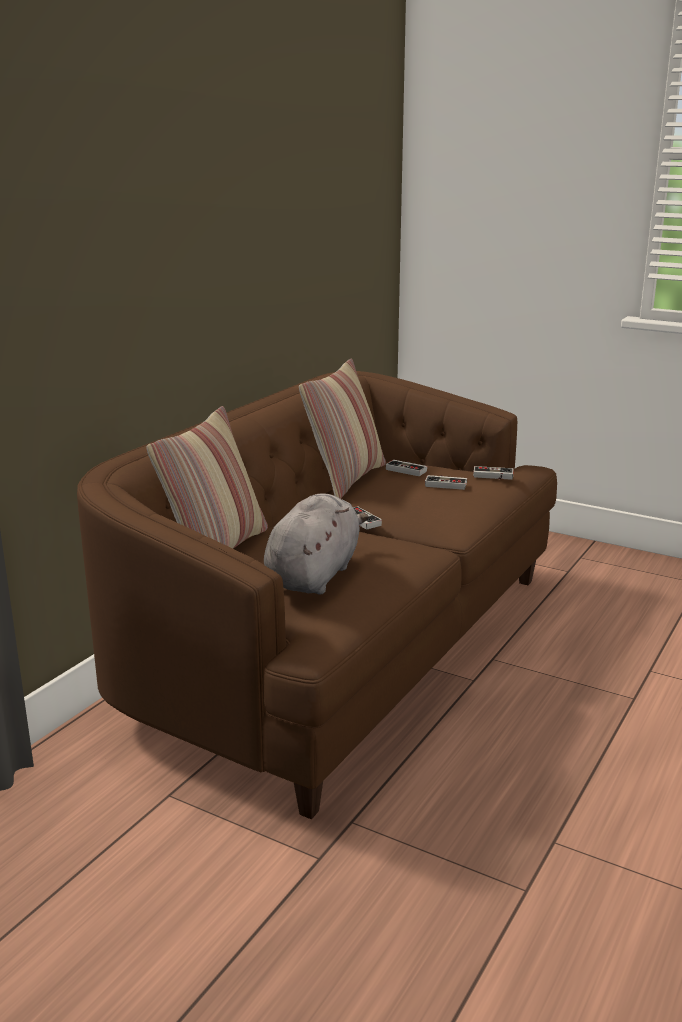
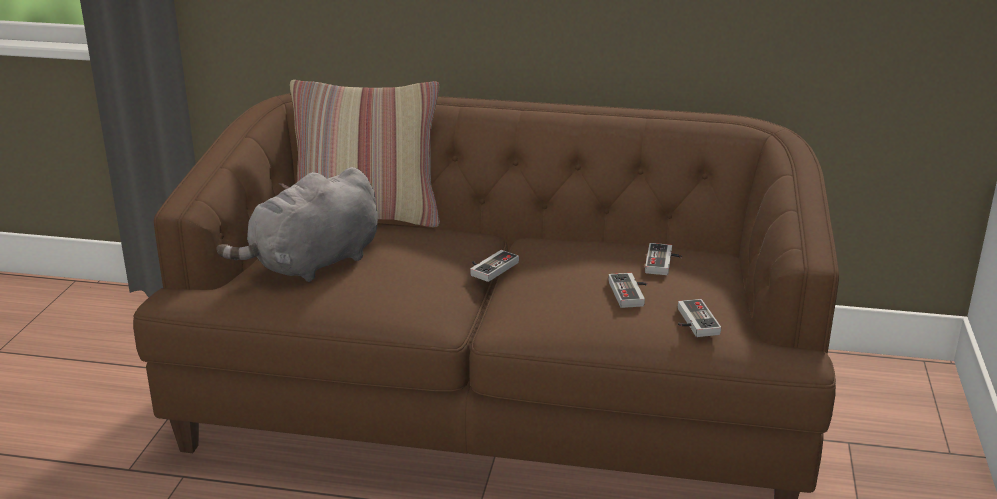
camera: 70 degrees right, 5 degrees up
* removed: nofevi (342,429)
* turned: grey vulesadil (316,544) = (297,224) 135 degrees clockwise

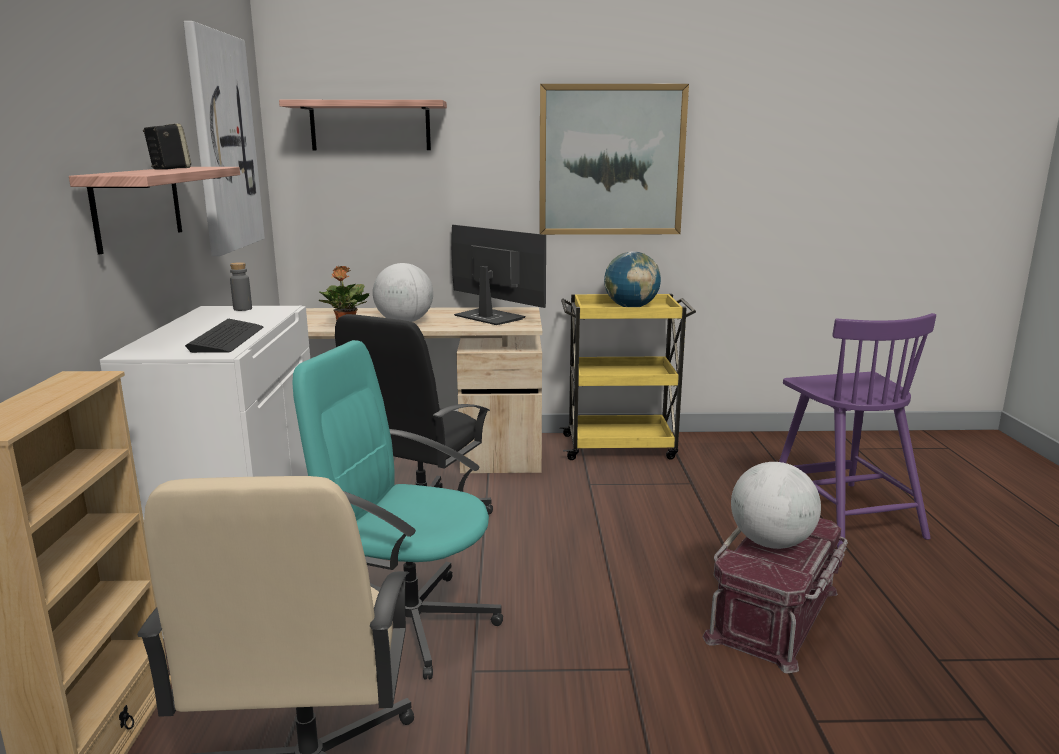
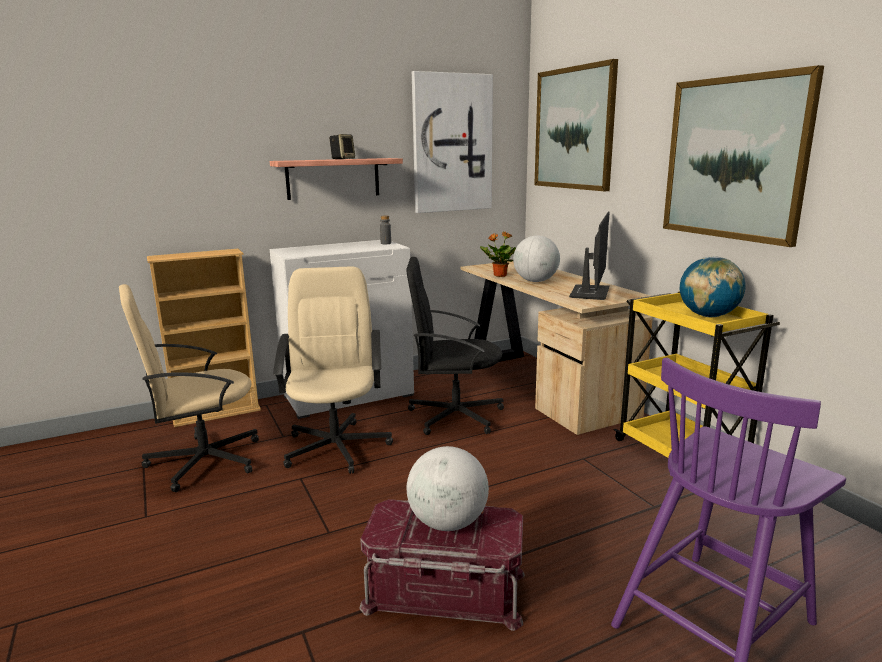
camera: 65 degrees right, 0 degrees up
* removed: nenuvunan (224,336)
* replaced: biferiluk (363,125) to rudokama (576,125)
* recoloured: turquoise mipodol (397,510) to beige mipodol (333,370)

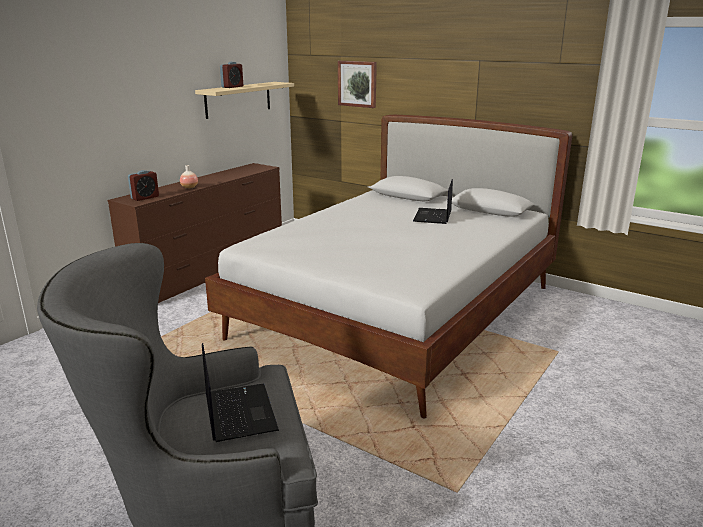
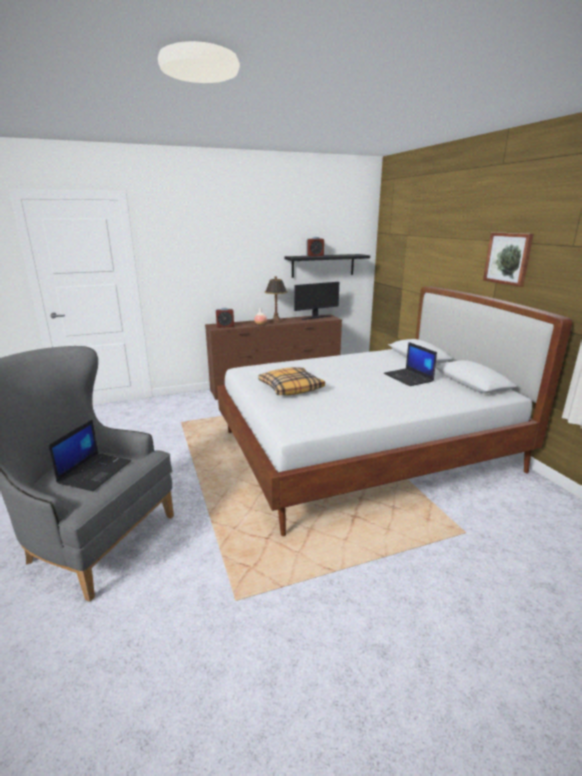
camera: 35 degrees right, 0 degrees up
* added: nofevi (291,381)
* added: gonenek (276,299)
* added: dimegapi (316,301)
* moved: rudokama (357,84) to (508,259)
* recoloured: beige biferiluk (244,100) to black biferiluk (327,266)
* turned: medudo (433,201) = (410,364) 75 degrees counterclockwise

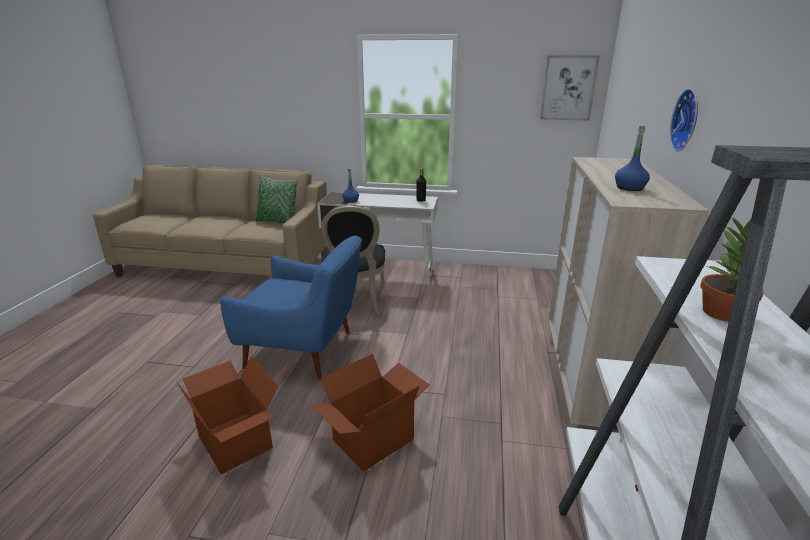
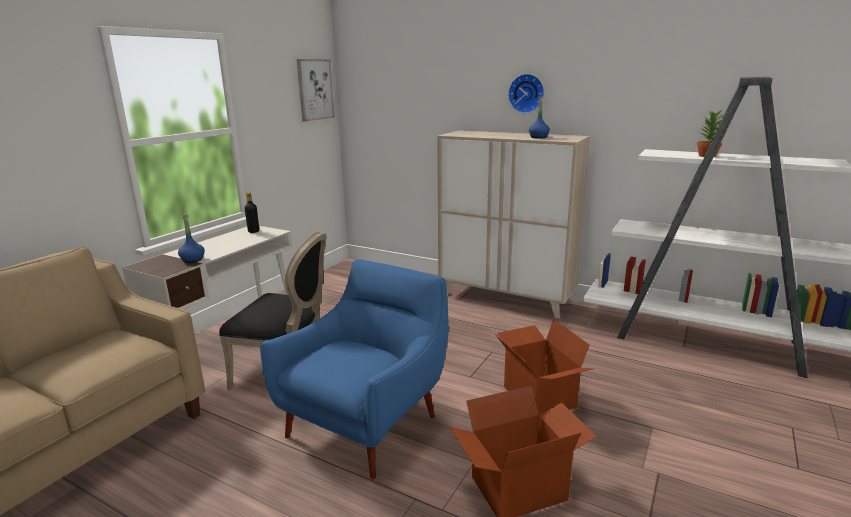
camera: 70 degrees left, 5 degrees down
* removed: green nofevi (276,199)

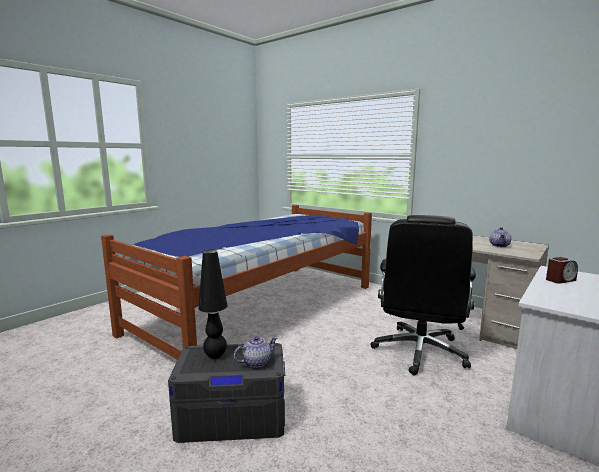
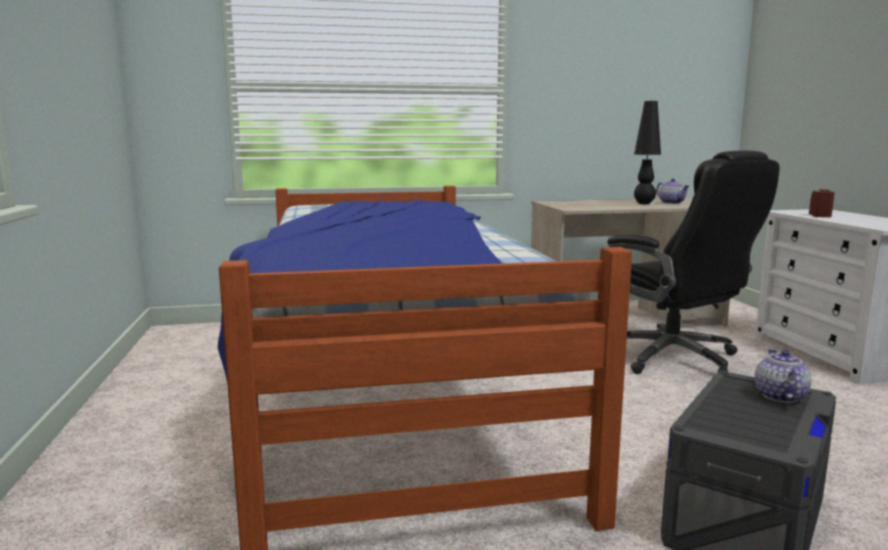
camera: 50 degrees left, 0 degrees up
* moved: black gonenek (213,304) to (647,152)

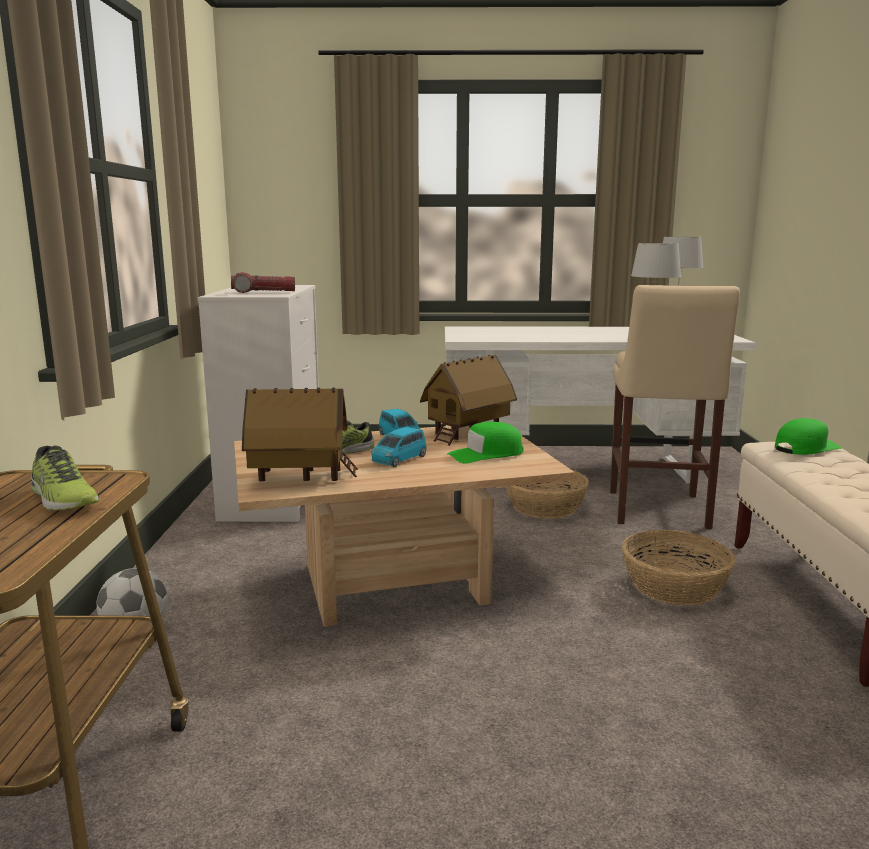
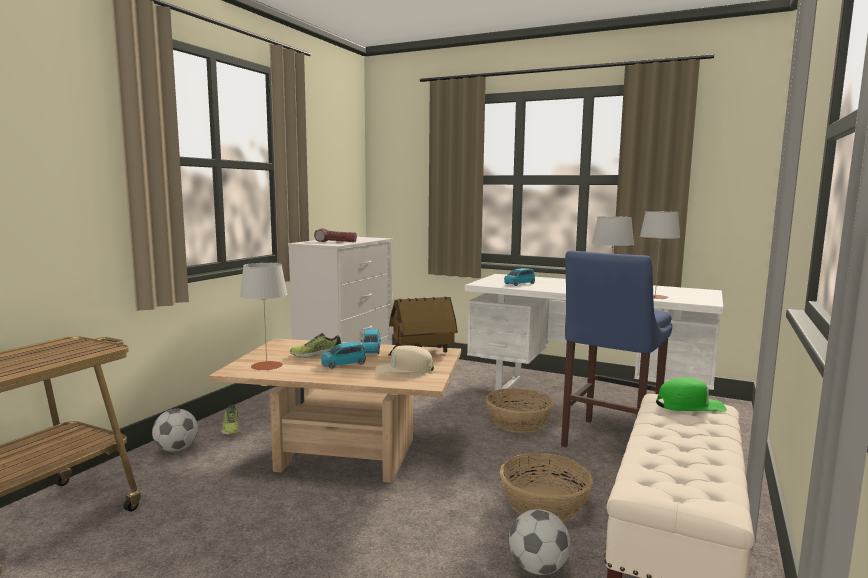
camera: 25 degrees right, 5 degrees down
* added: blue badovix (519,277)
* added: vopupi (539,542)
* moved: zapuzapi (65,478) to (230,419)
* replaced: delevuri (300,434) to grey gonenek (263,316)
* recoloured: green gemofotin (485,443) to beige gemofotin (405,359)
* recoloured: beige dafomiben (675,407) to blue dafomiben (616,349)

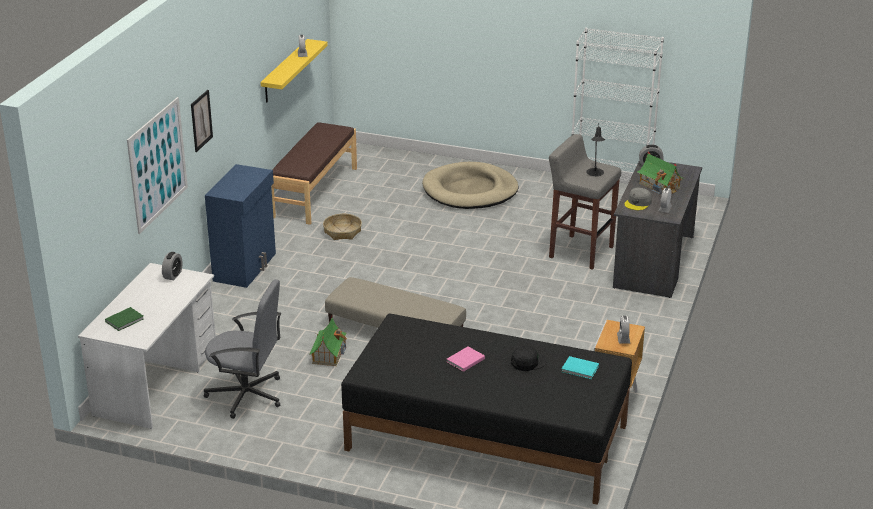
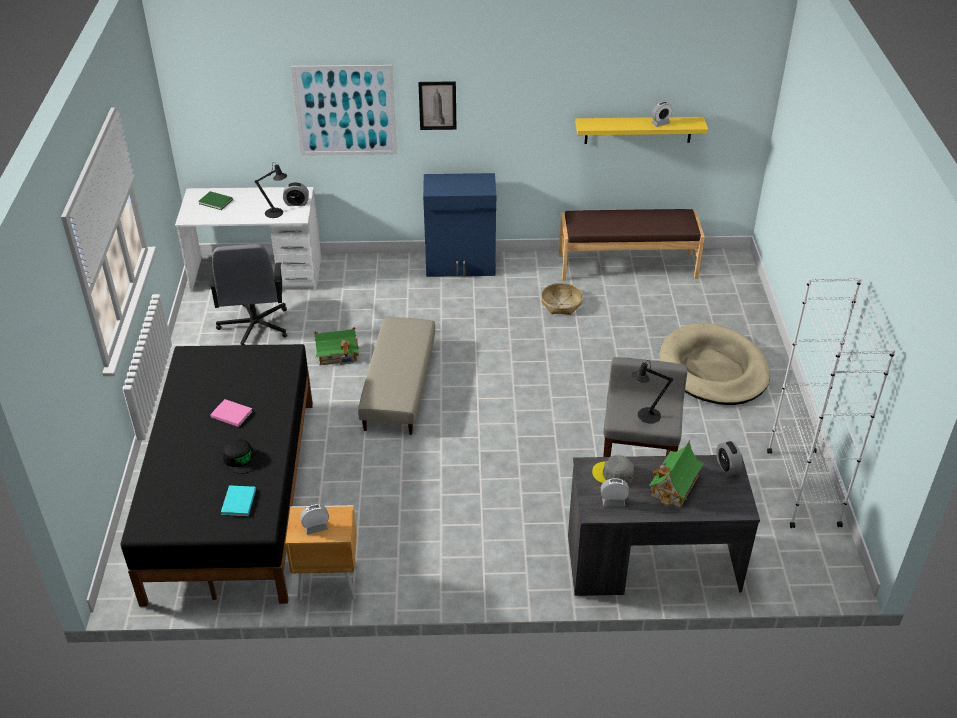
camera: 70 degrees right, 10 degrees up
* added: black gonenek (271,190)

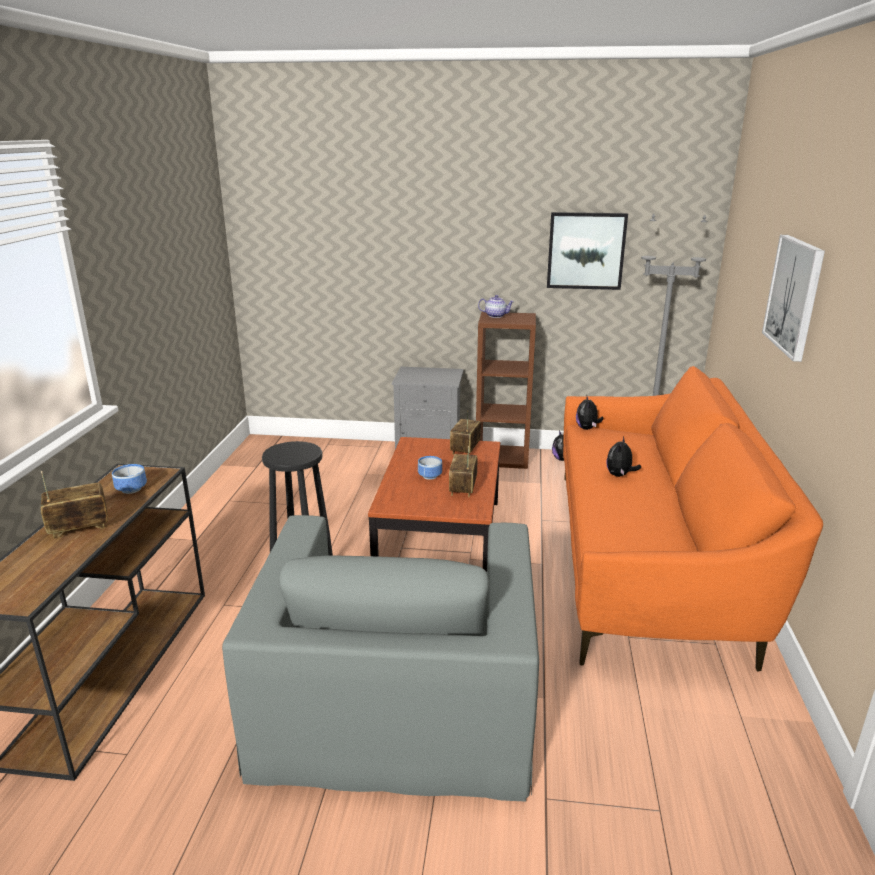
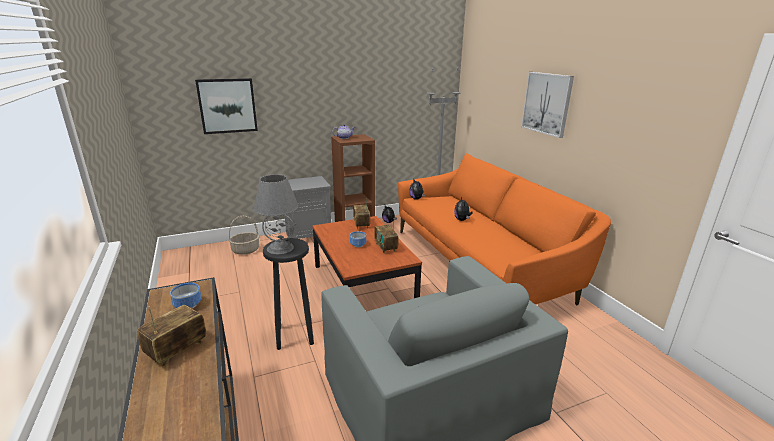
camera: 30 degrees left, 0 degrees up
* added: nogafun (244,235)
* added: grey gonenek (276,214)
* moved: rudokama (587,251) to (226,106)

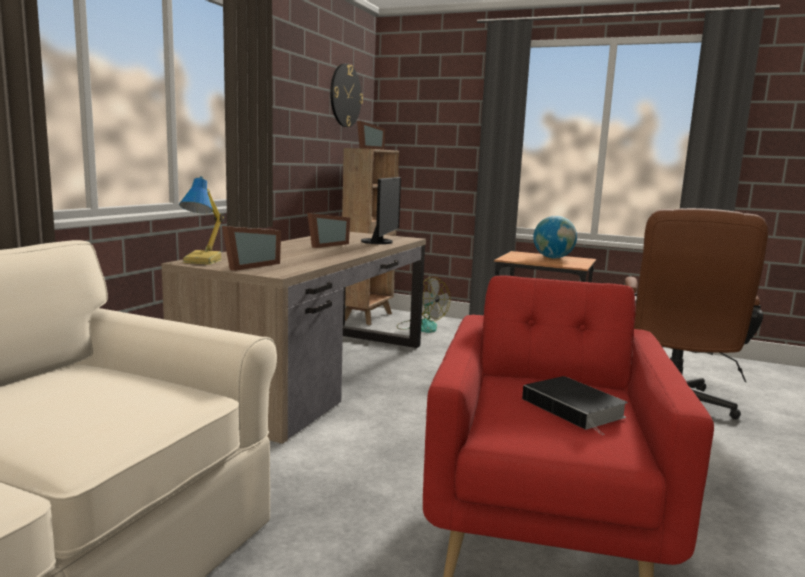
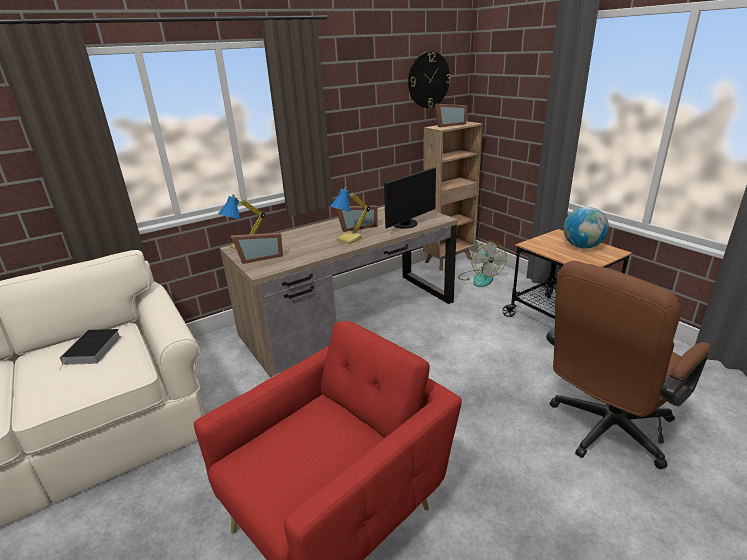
camera: 35 degrees right, 15 degrees up
* added: gonenek (350,216)
* moved: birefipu (575,405) to (90,350)

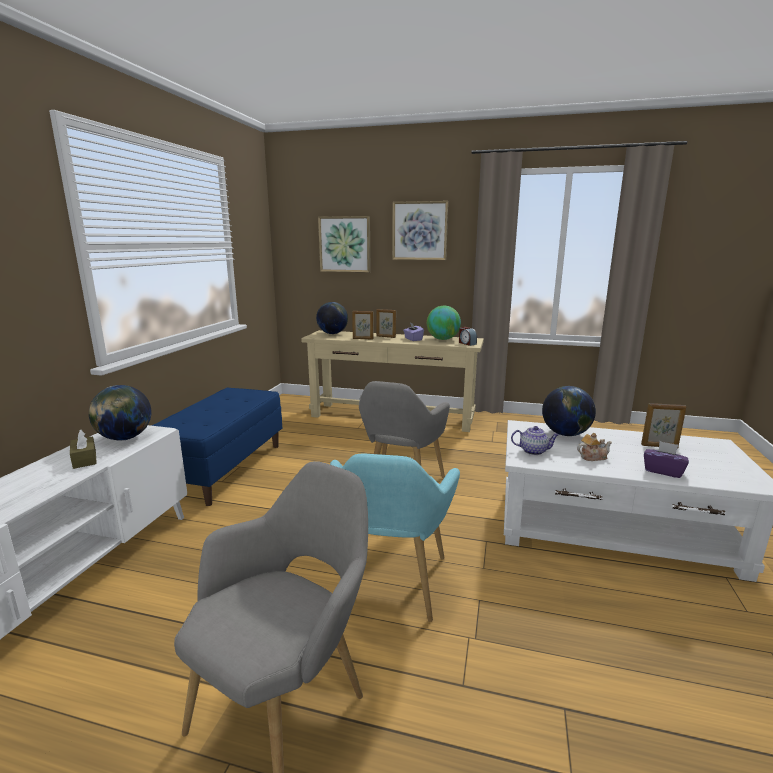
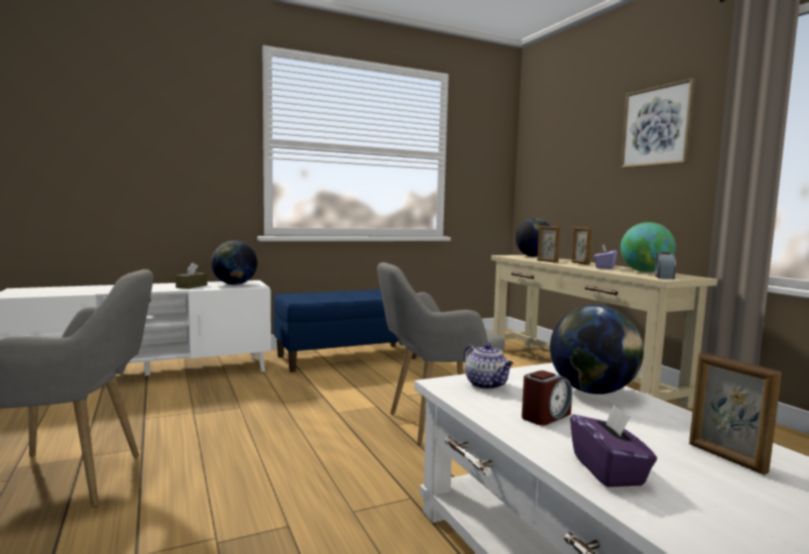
camera: 50 degrees right, 10 degrees down
* removed: rudokama (344,244)
* removed: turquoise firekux (395,538)
* replaced: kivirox (594,447) to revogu (547,398)

